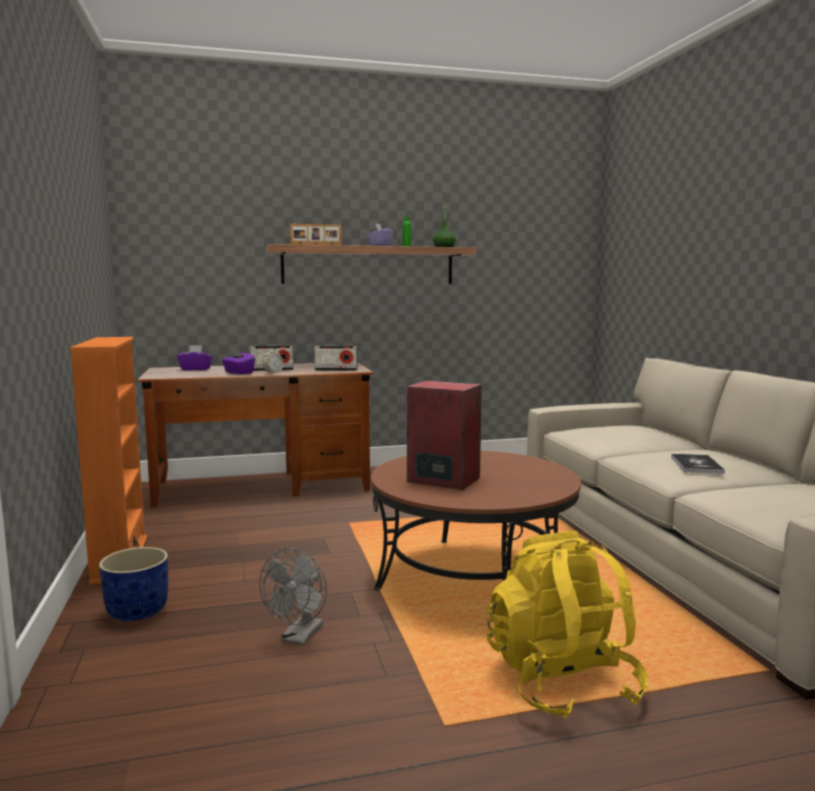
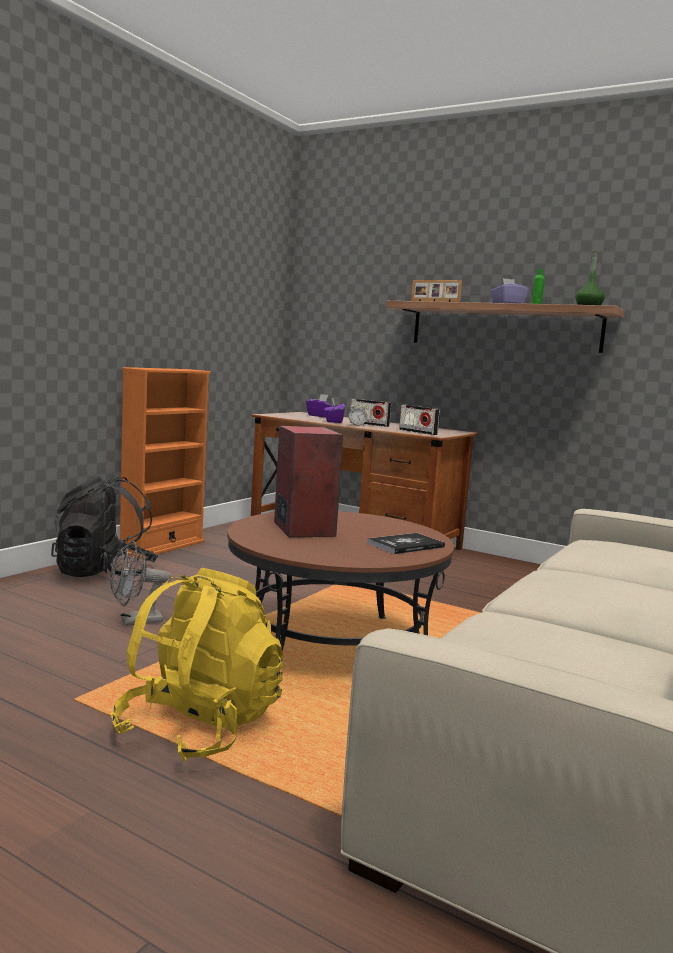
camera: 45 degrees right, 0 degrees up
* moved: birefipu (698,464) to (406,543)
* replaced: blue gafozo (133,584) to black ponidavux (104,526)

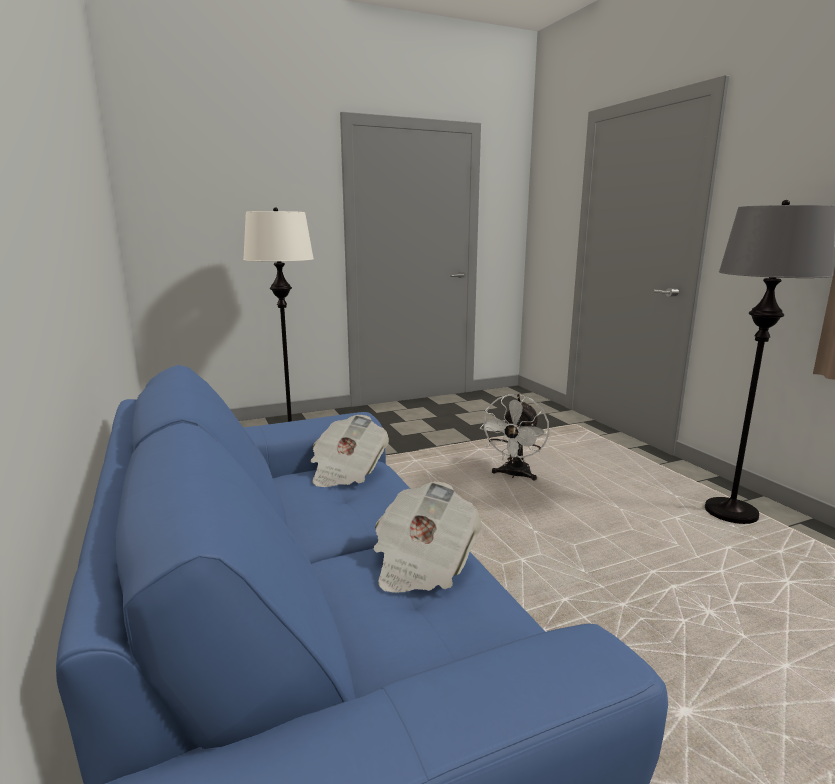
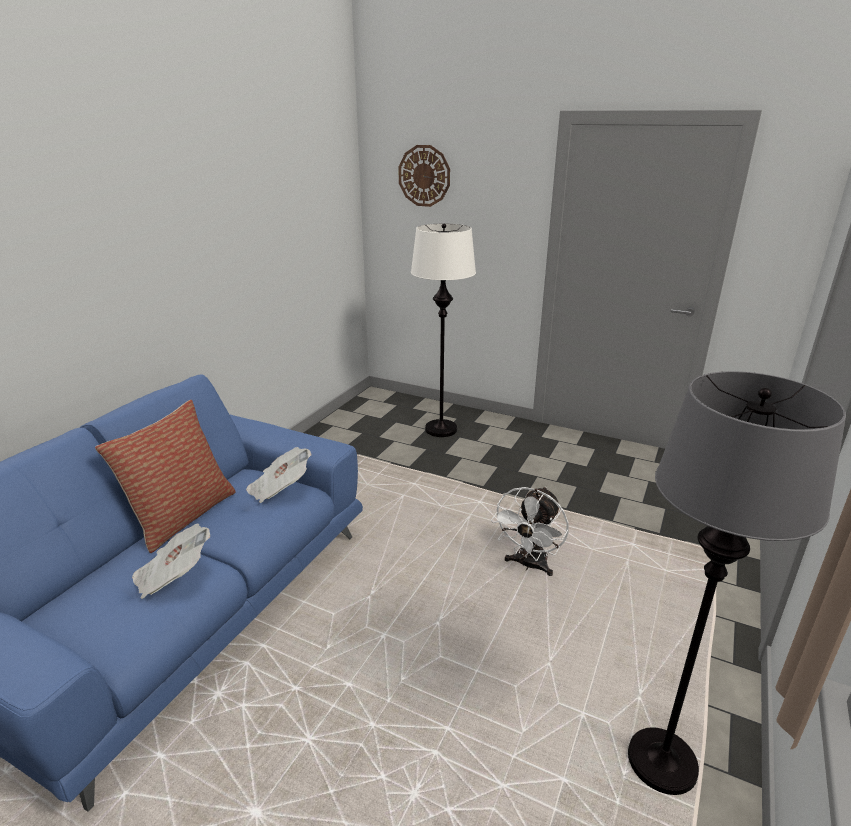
camera: 50 degrees right, 10 degrees up
* added: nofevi (165,476)
* added: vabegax (424,176)
* turned: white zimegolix (514,437) = (530,531) 45 degrees counterclockwise

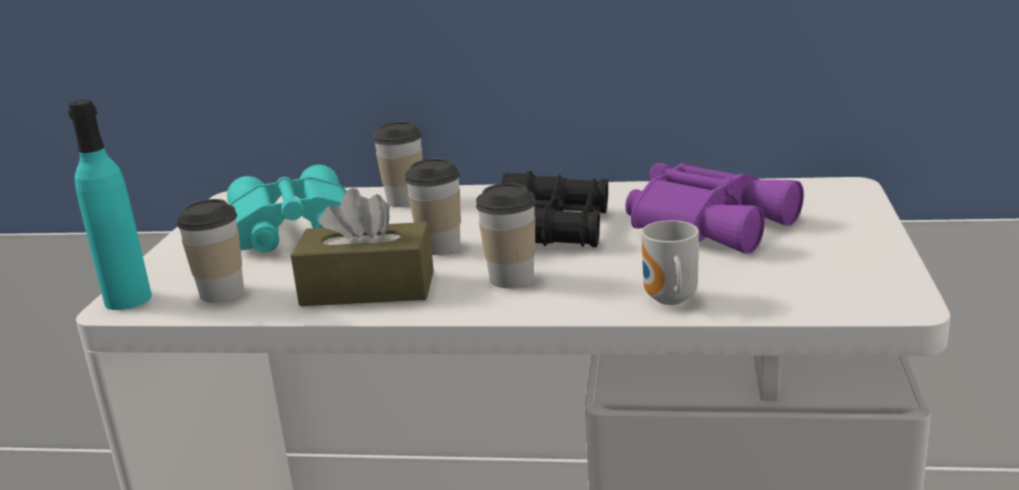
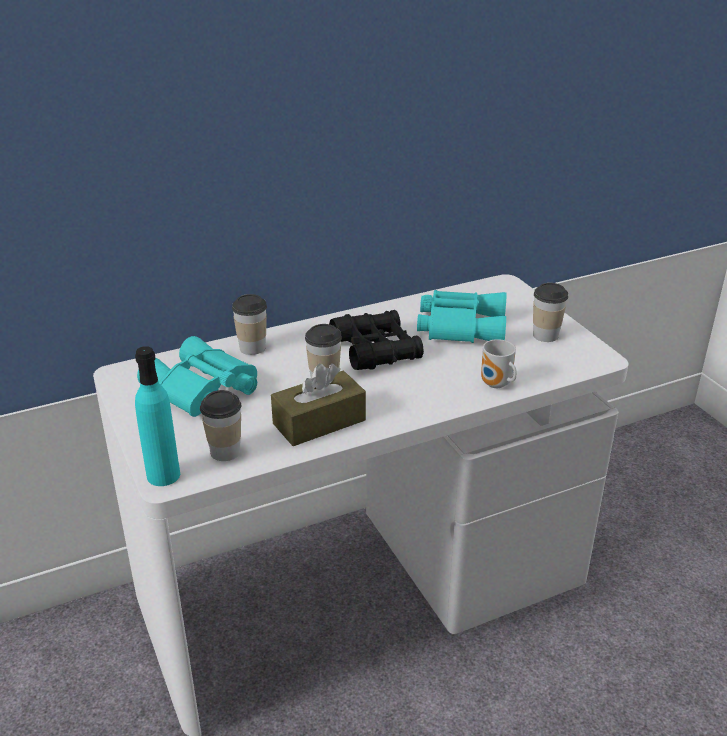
camera: 35 degrees left, 10 degrees up
* moved: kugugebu (506,235) to (550,312)
* recoloured: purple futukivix (714,208) to turquoise futukivix (462,316)

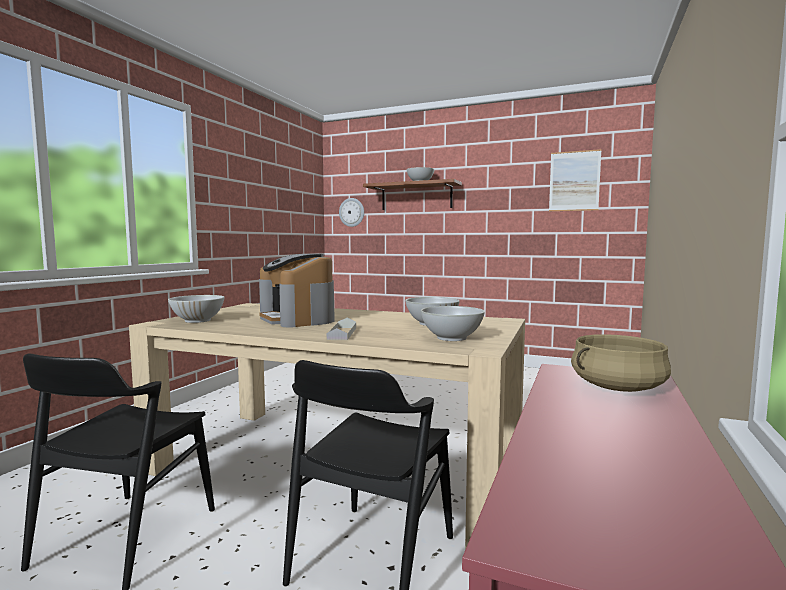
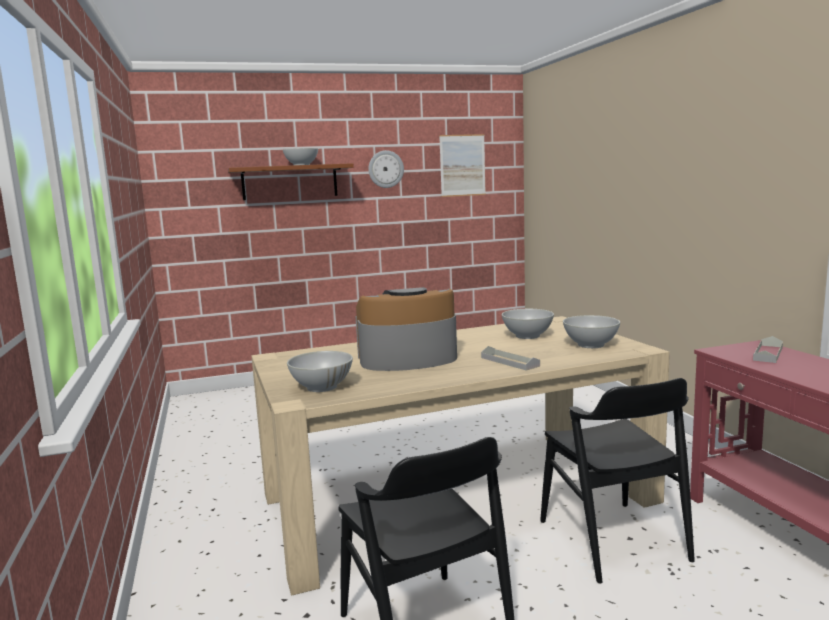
camera: 40 degrees left, 5 degrees up
* moved: vabegax (351,212) to (386,169)
* replaced: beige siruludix (621,363) to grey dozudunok (768,349)
* turned: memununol (297,290) = (406,329) 150 degrees clockwise

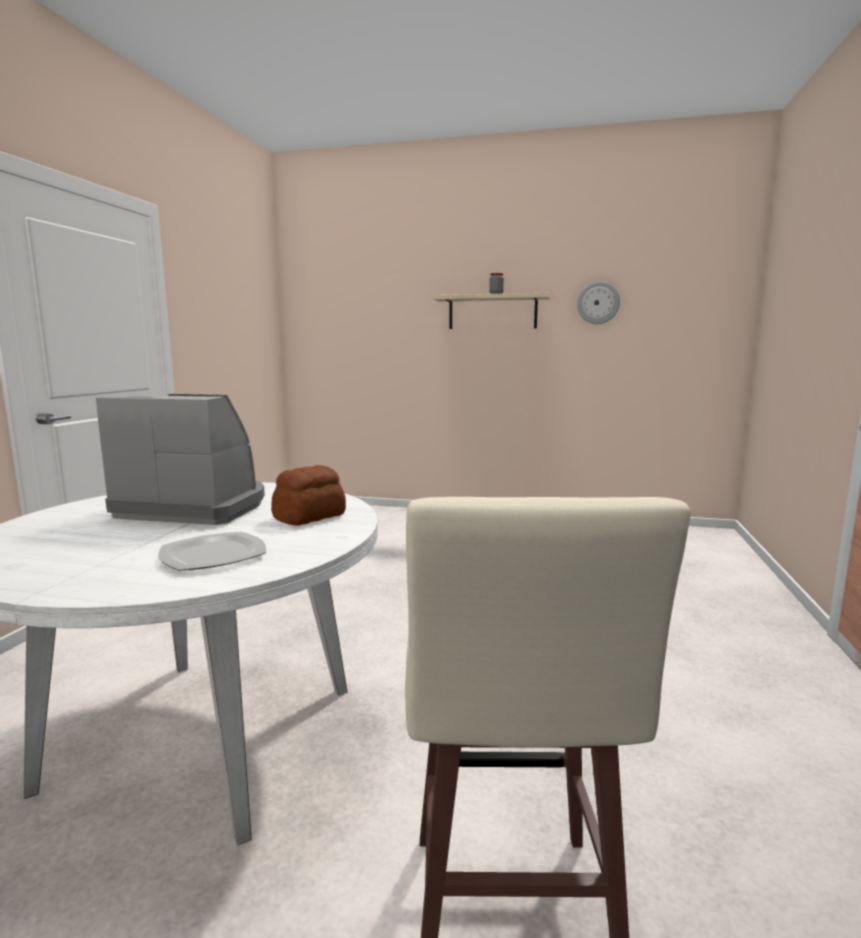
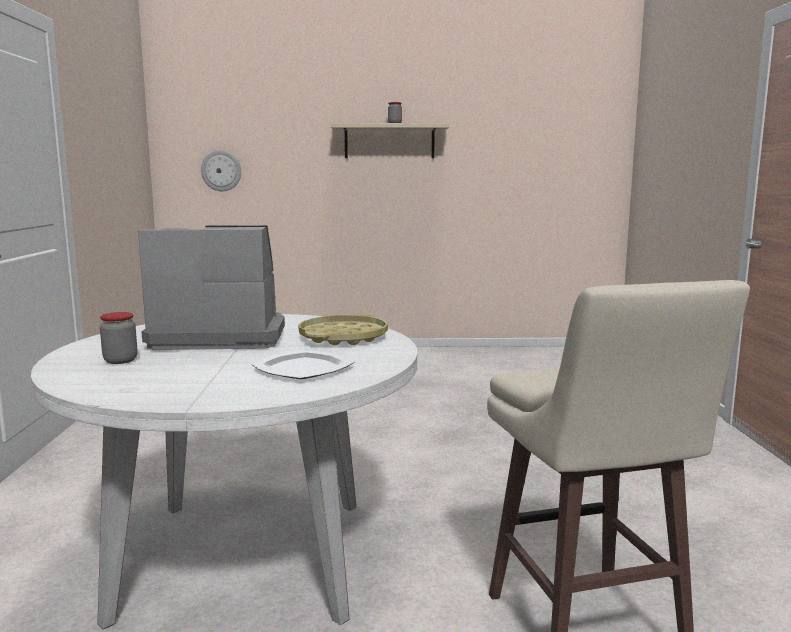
camera: 15 degrees left, 0 degrees up
* added: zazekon (118,338)
* moved: vabegax (598,303) to (221,170)
* replaced: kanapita (308,495) to yellow dozudunok (343,329)

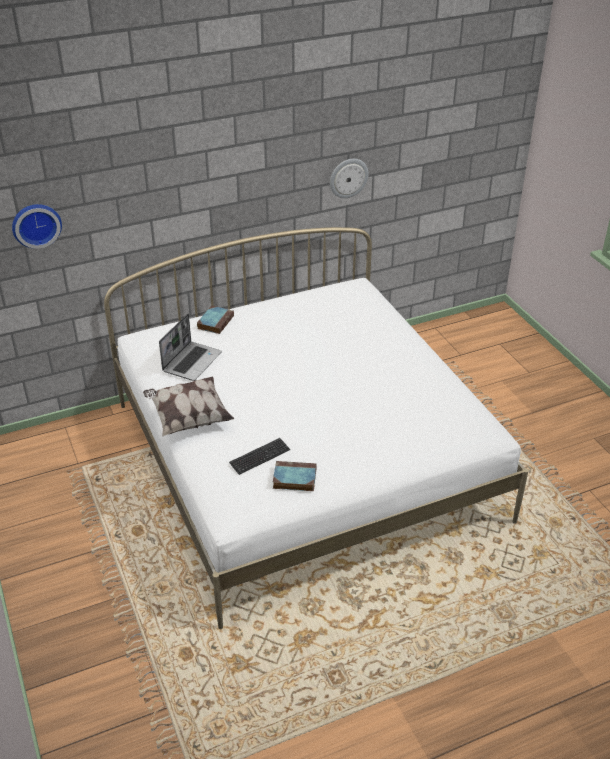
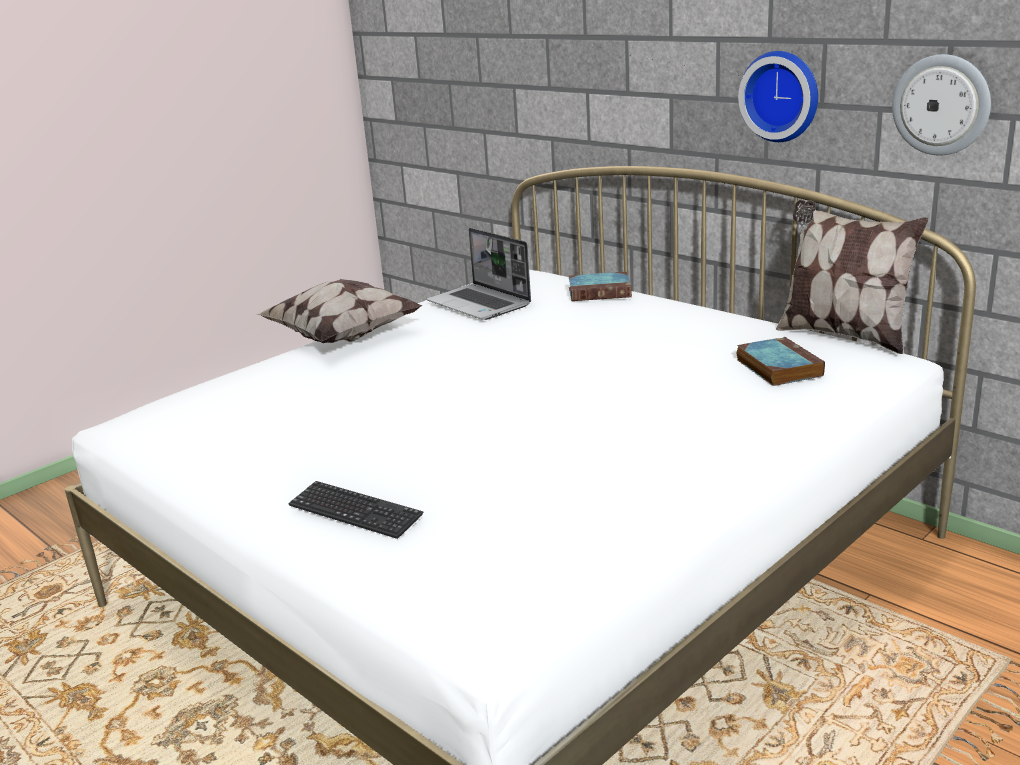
camera: 70 degrees right, 15 degrees down
* added: nofevi (852,277)
* moved: vabegax (37,226) to (778,96)
* moved: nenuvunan (259,456) to (356,510)
* moved: birefipu (294,476) to (781,361)
* turned: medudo (190,347) = (479,274) 45 degrees clockwise

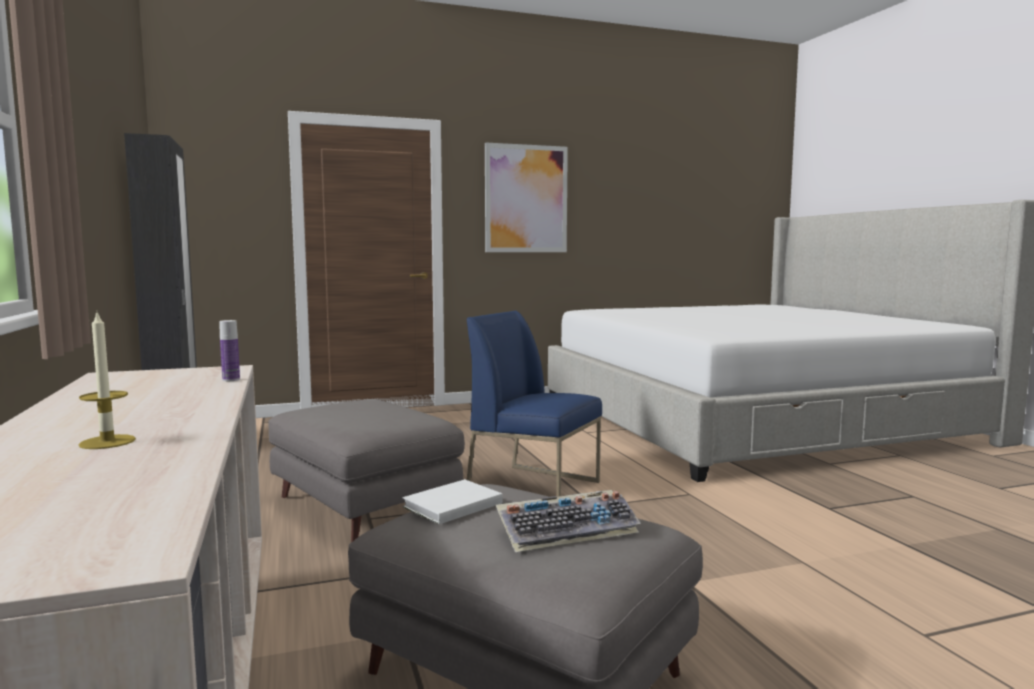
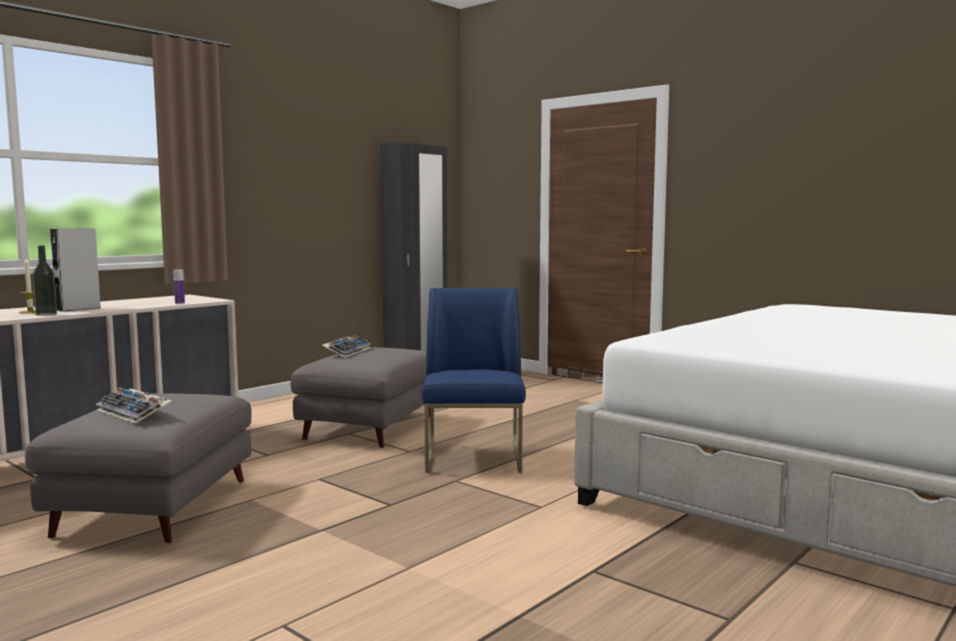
camera: 60 degrees right, 0 degrees up
* removed: white birefipu (453,501)
* removed: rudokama (526,197)
* added: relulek (44,281)
* added: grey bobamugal (75,270)
* added: nenuvunan (346,346)

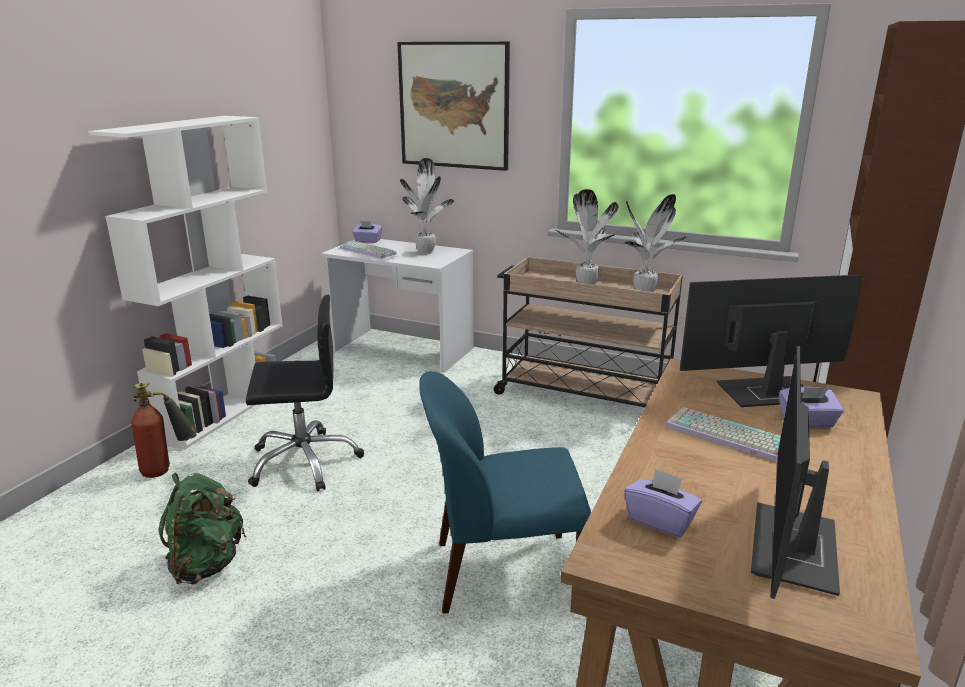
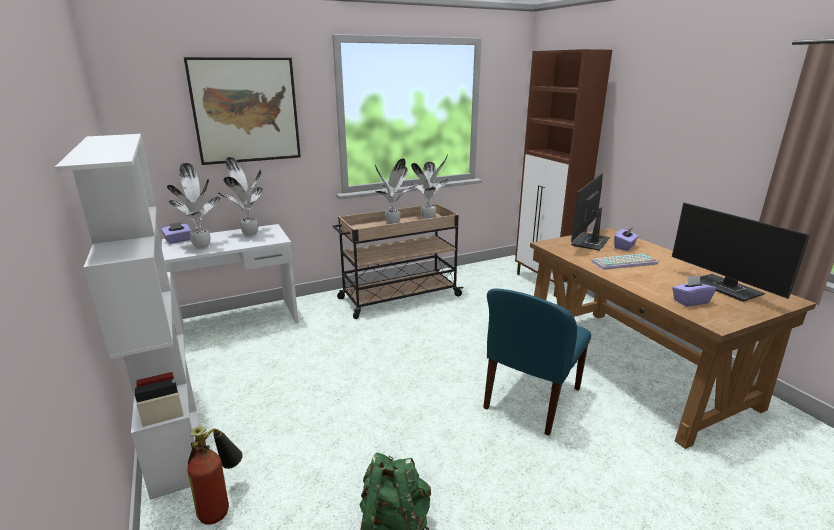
camera: 50 degrees left, 0 degrees up
* removed: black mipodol (305,393)
* replaced: nenuvunan (368,250) to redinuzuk (194,206)

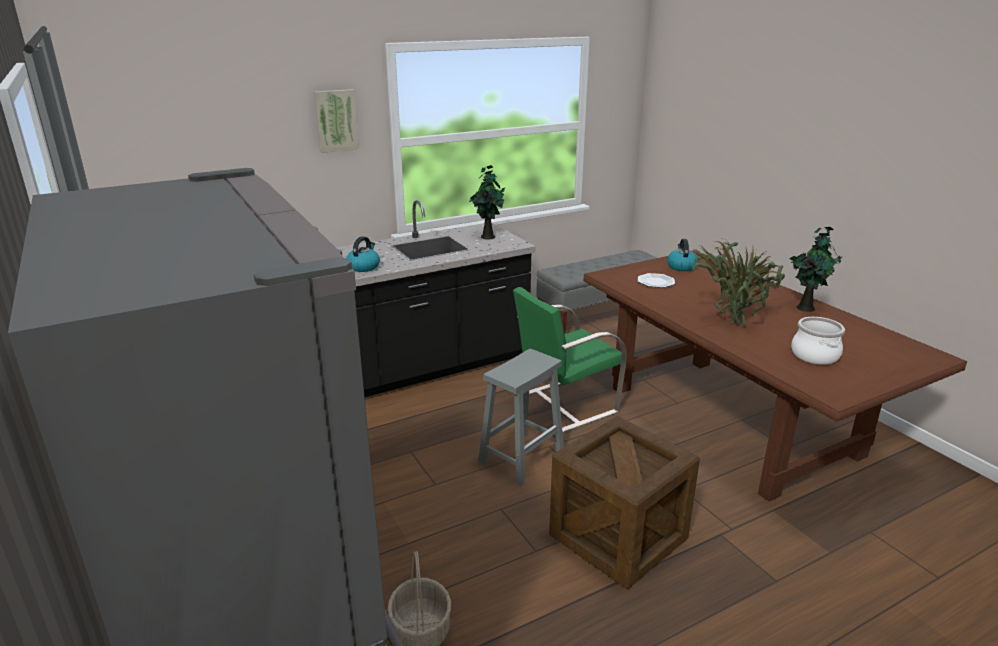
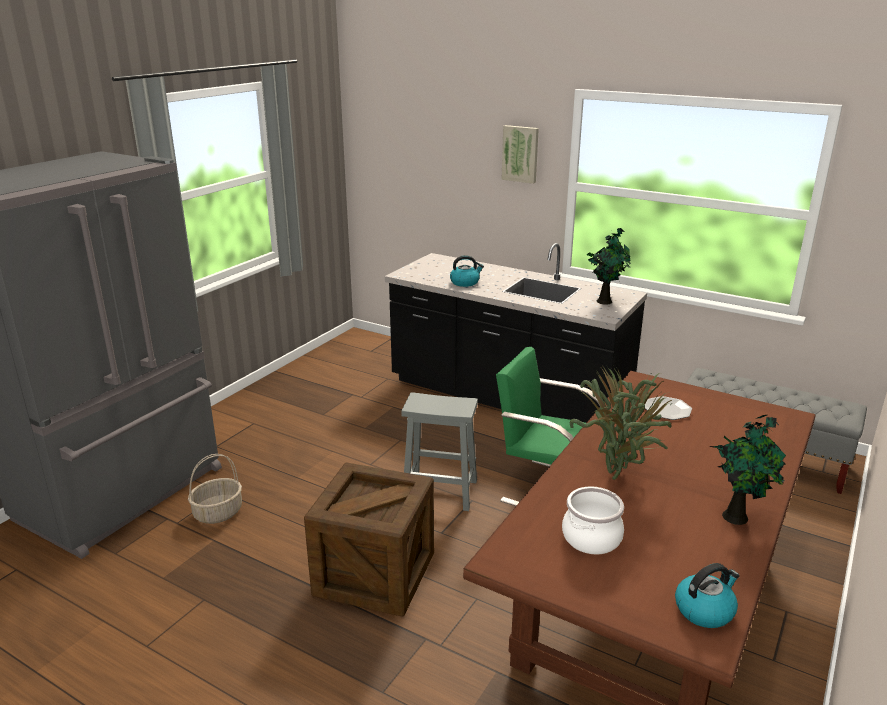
camera: 60 degrees right, 0 degrees up
* moved: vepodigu (683,255) to (707,595)

